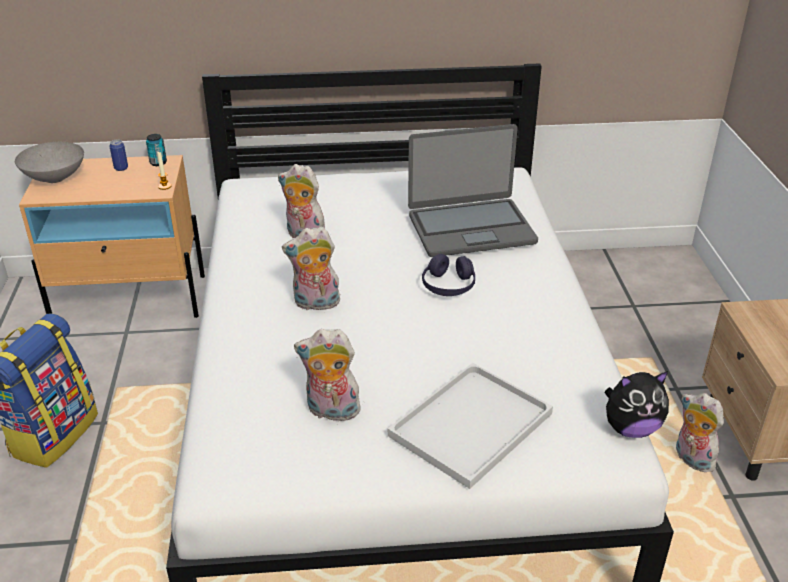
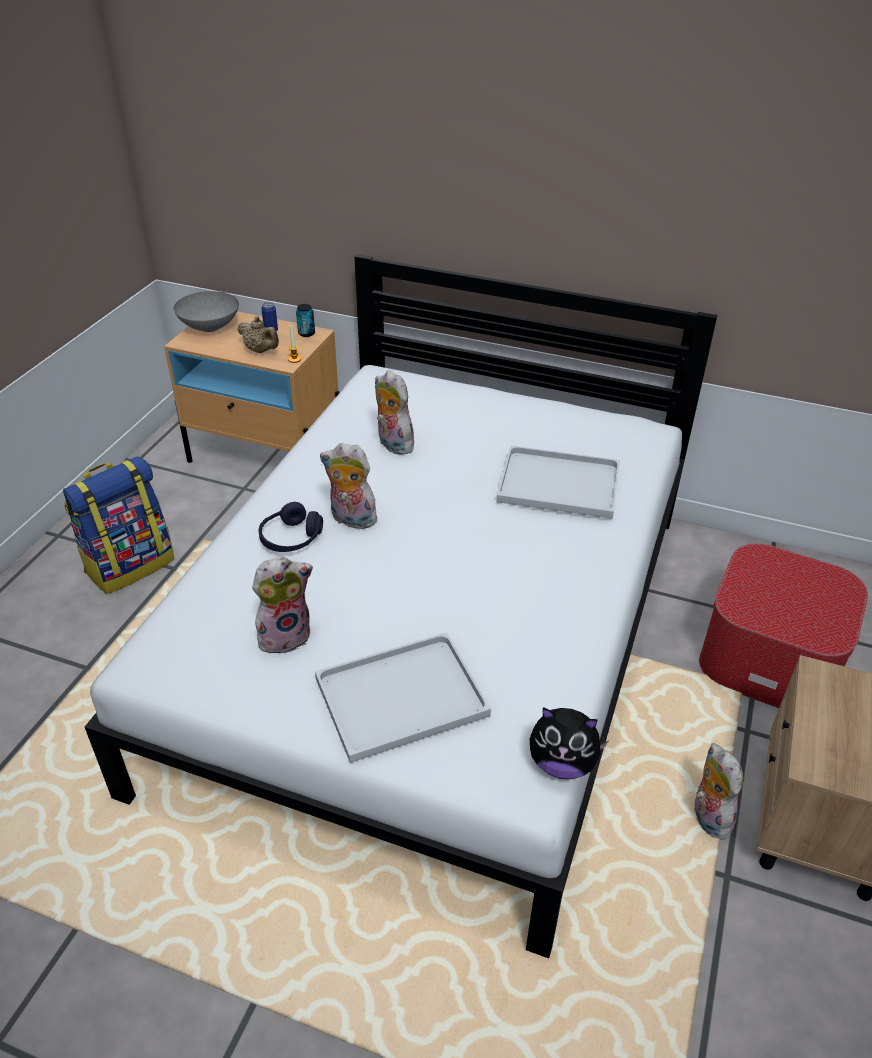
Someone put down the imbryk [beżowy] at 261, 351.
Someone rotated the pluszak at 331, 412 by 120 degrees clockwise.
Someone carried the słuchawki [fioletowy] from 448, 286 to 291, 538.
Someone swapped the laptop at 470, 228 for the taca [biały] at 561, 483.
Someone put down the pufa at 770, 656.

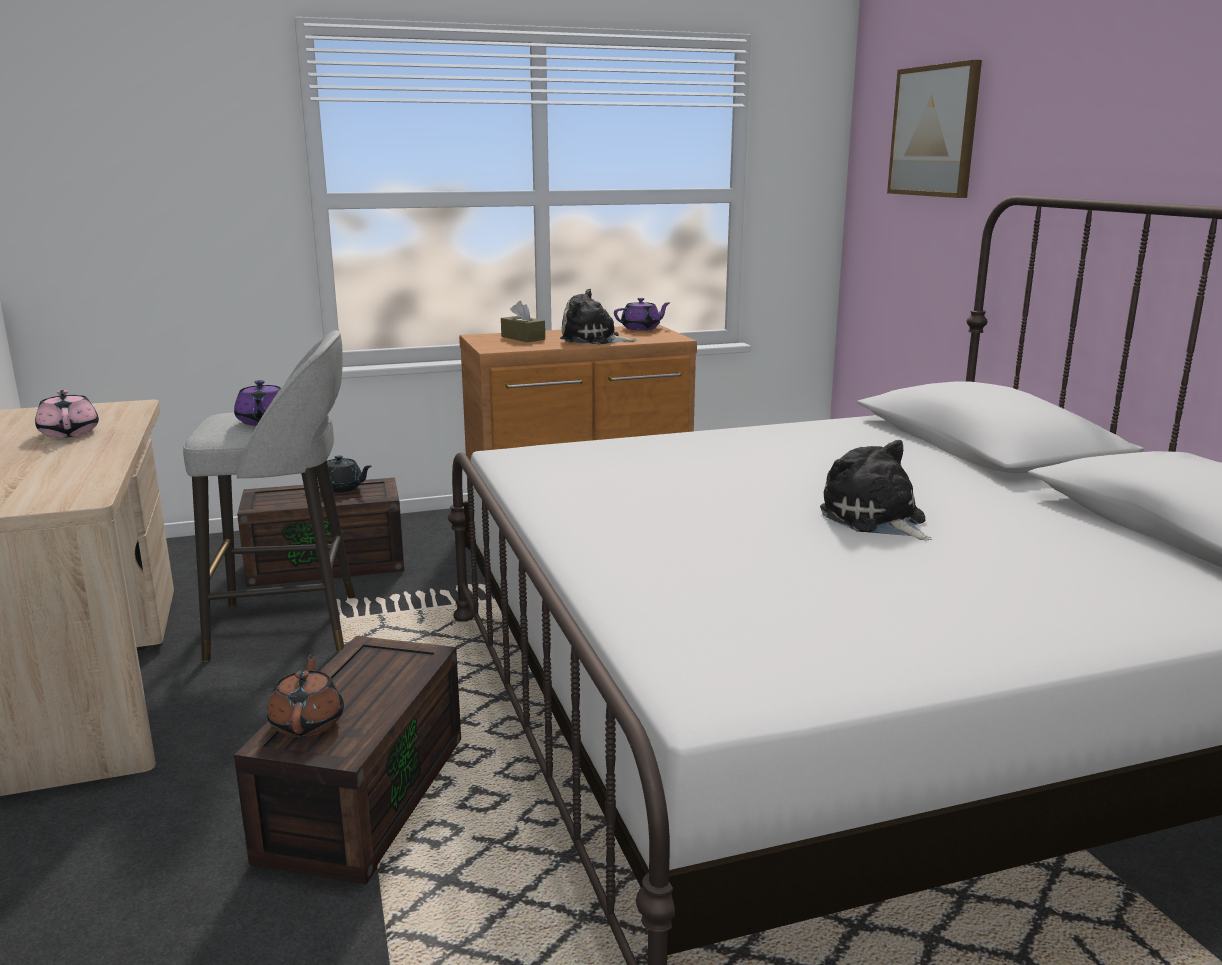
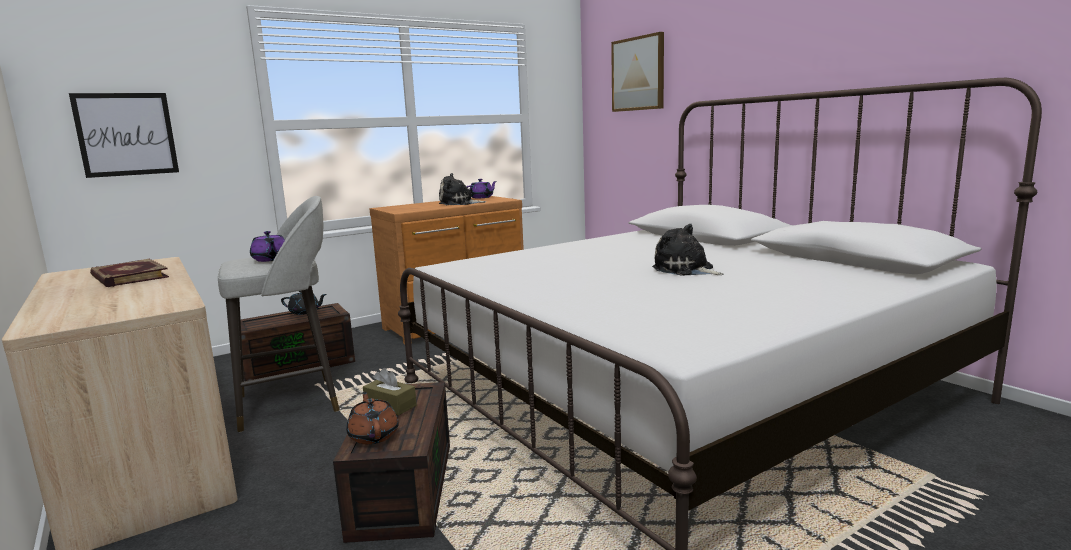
Someone put up the obraz at 126, 134.
Someone swapped the imbryk [różowy] at 69, 432 for the książka at 128, 277.
Someone carried the pudełko chusteczek [brązowy] from 523, 338 to 390, 405.

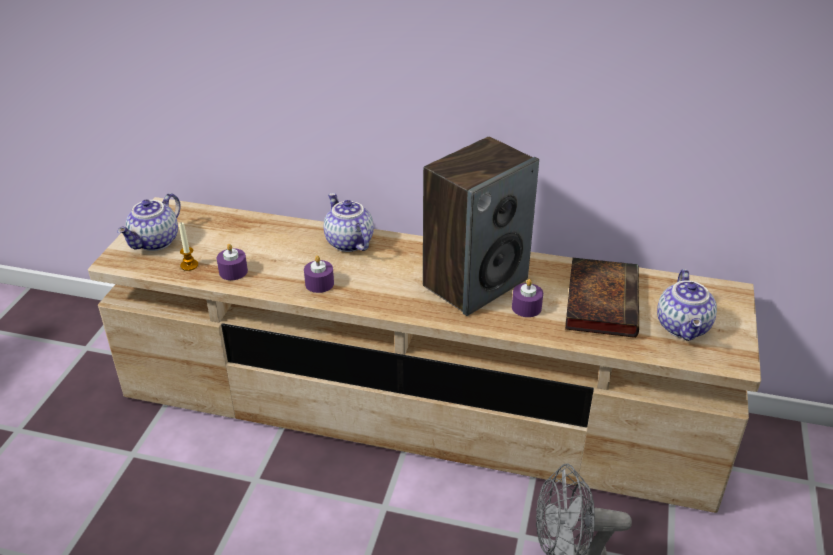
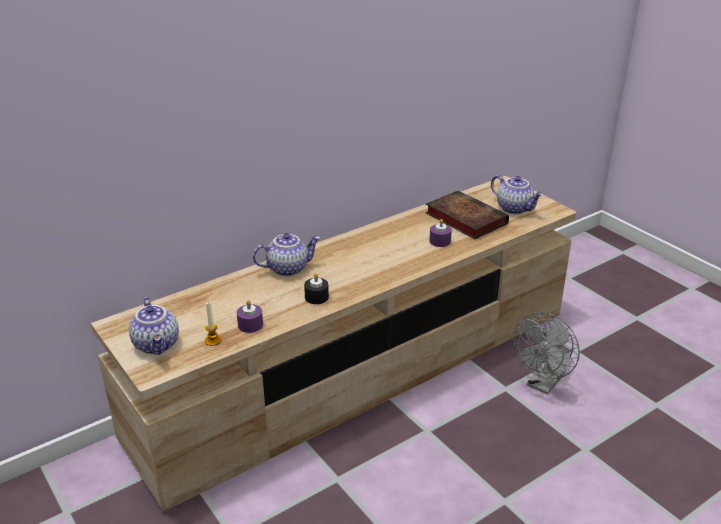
Someone rotated the imbryk at 348, 242 by 150 degrees clockwise.
Someone repainted the świeca [fioletowy] at 319, 283, which became the świeca [czarny] at 316, 297.
Someone took away the głośnik at 475, 282.

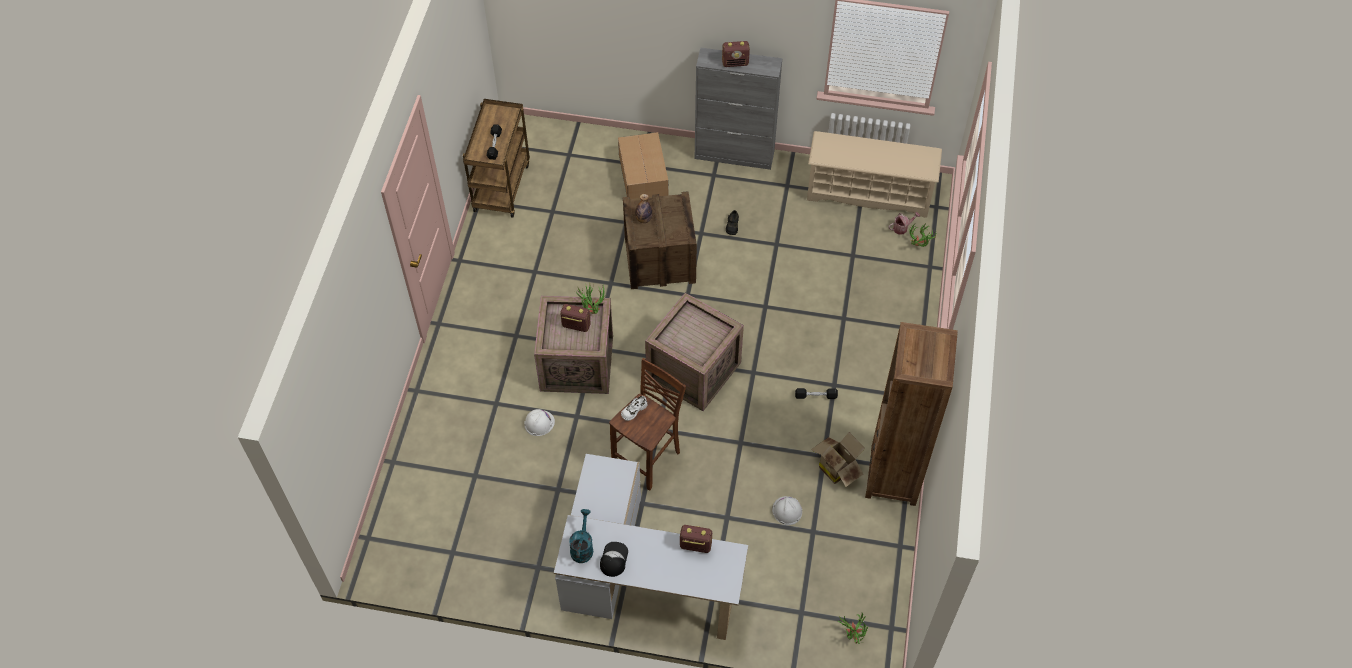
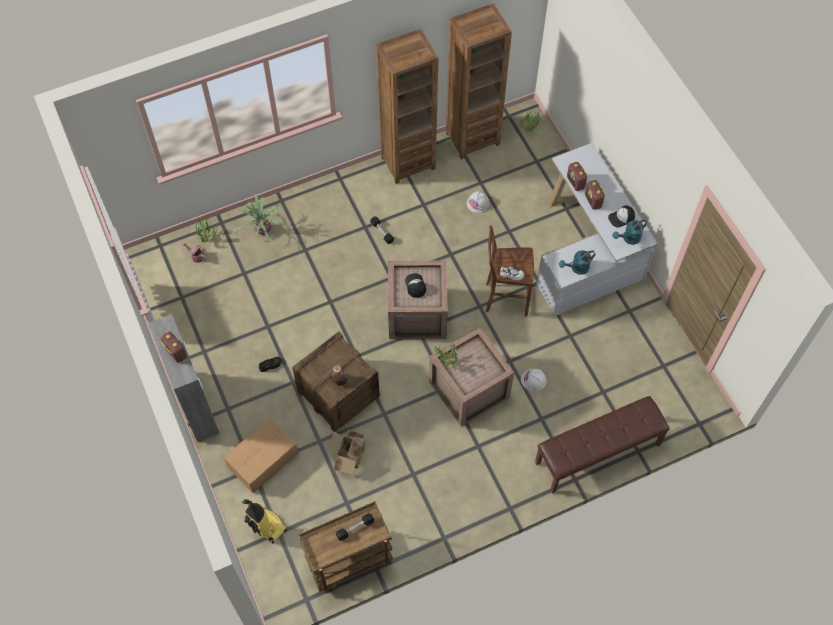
Someone put down the roślina doniczkowa at 262, 230.
Someone put down the odkurzacz at 266, 526.
Someone carried the karton from 837, 467 to 348, 457.
Someone put down the czapka z daszkiem at 415, 285.
Someone put down the regał [brązowy] at 472, 138.
Someone put down the ławka [brązowy] at 598, 454.
Someone put down the konewka [turkusowy] at 577, 268.
Someone carried the radio from 576, 325 to 593, 201.
Someone took away the regał na buty [beżowy] at 869, 193.

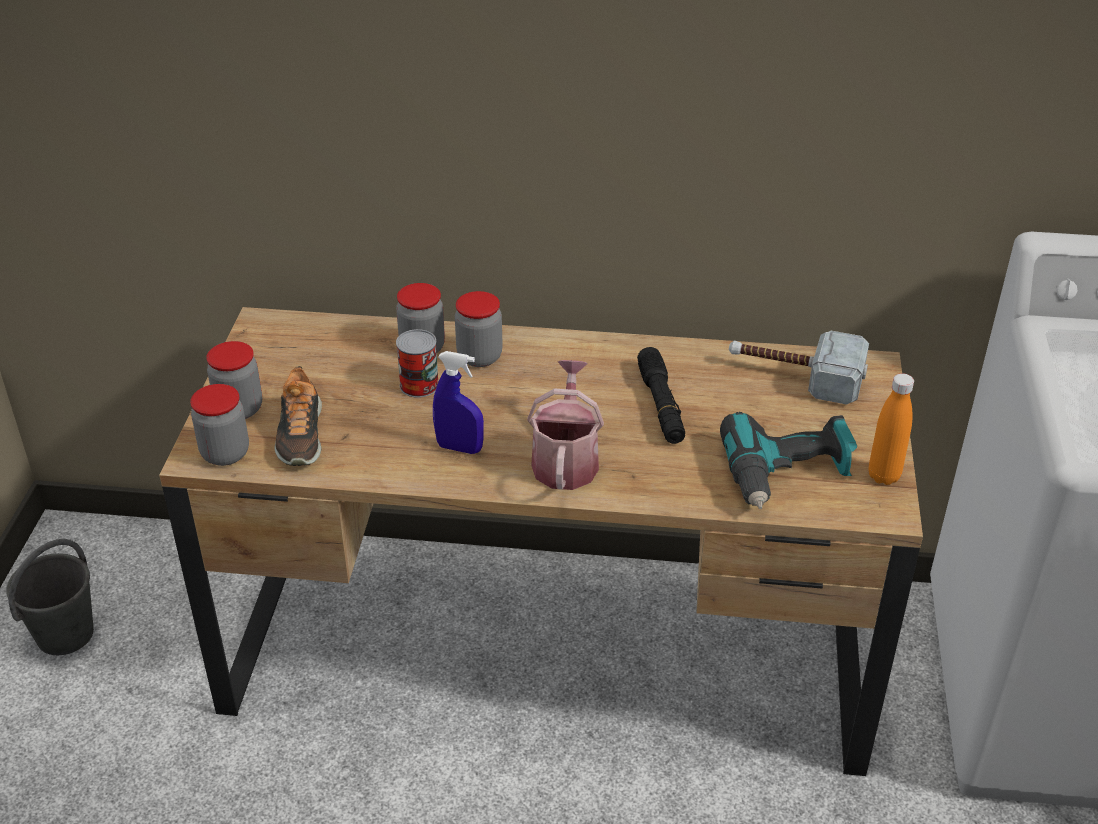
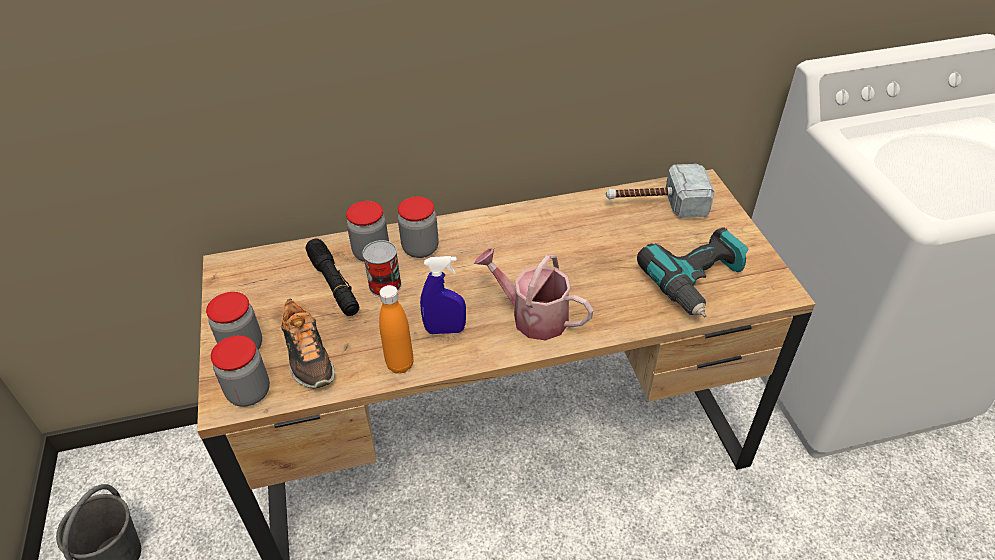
Someone carried the latarka [czarny] from 661, 405 to 334, 284.
Someone carried the butelka [pomarańczowy] from 883, 476 to 400, 364.
Someone rotated the konewka at 565, 459 by 45 degrees counterclockwise.

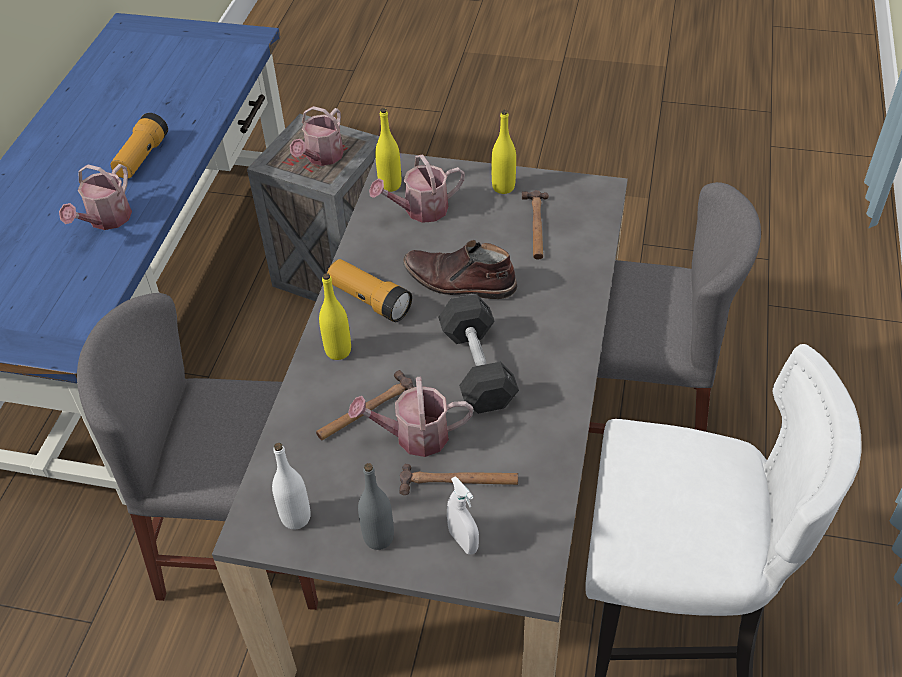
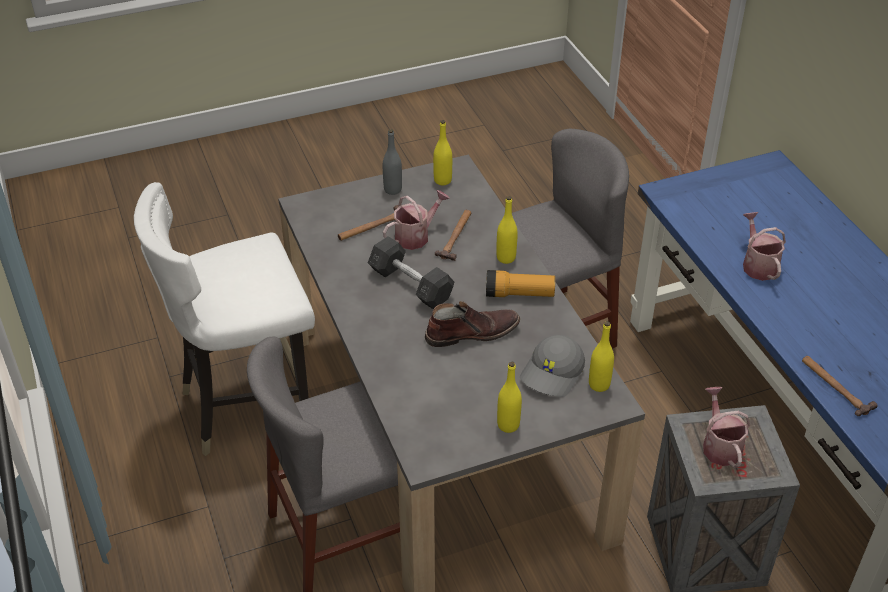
Someone repainted the butelka [biały] at 296, 517, which became the butelka [żółty] at 442, 180.
Someone swapped the konewka at 420, 210 for the czapka z daszkiem [szary] at 553, 373.
Someone carried the młotek from 535, 226 to 835, 386.
Someone took away the latarka at 142, 158.
Someone took away the spryskiwacz [biały] at 463, 541.

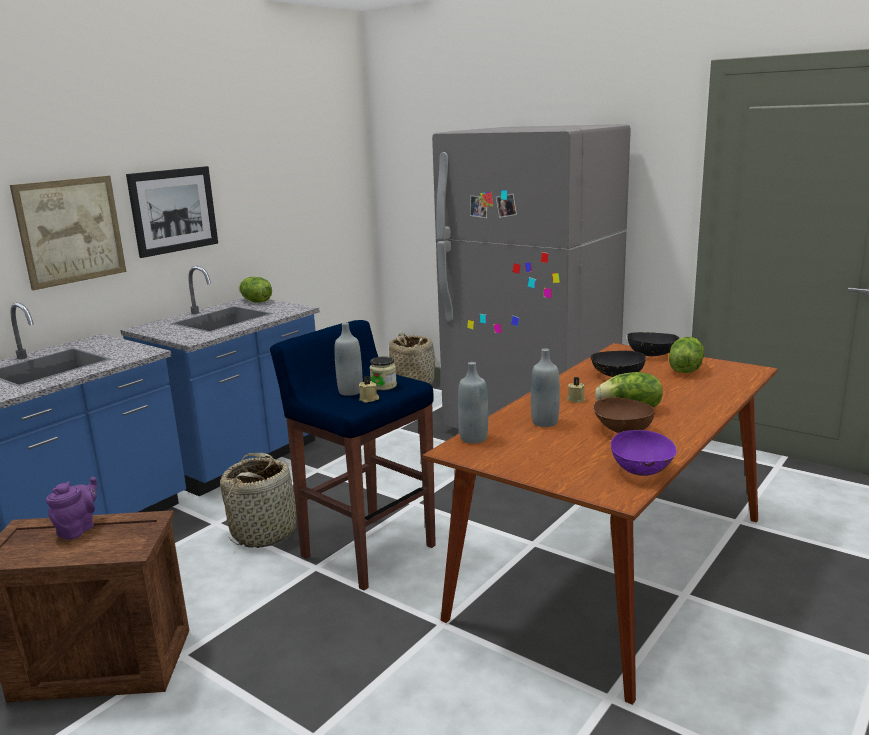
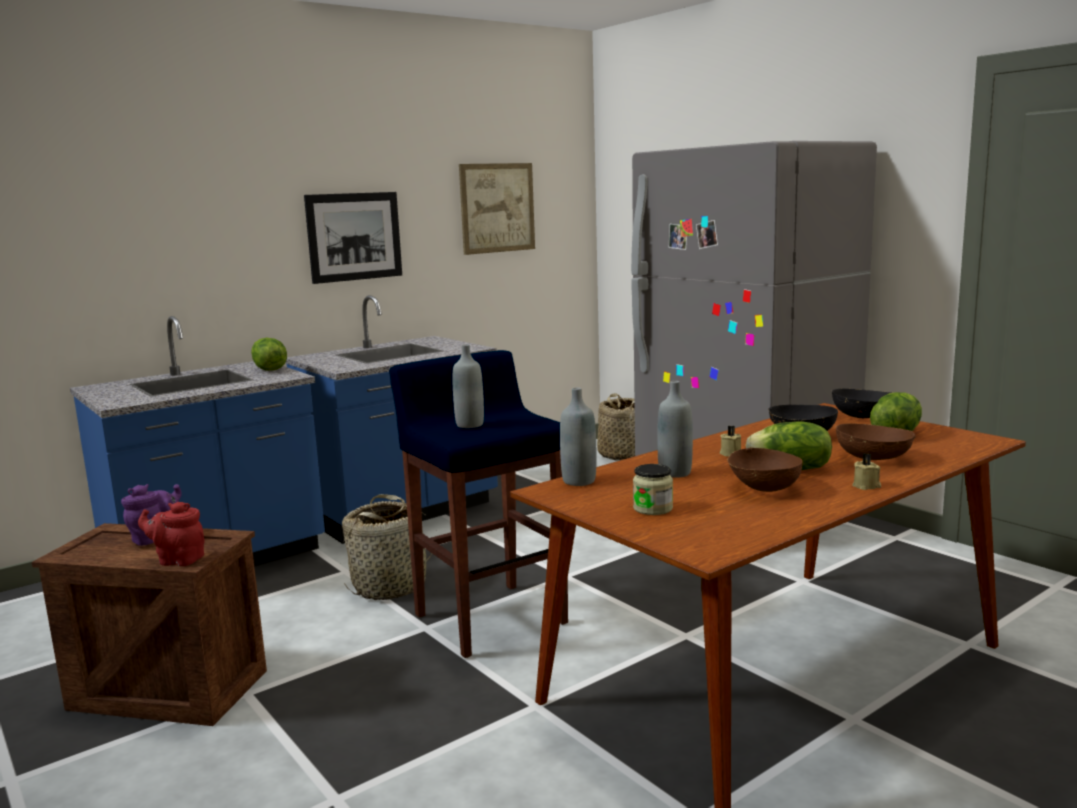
Someone put down the imbryk [czerwony] at 178, 560.
Someone carried the sałata from 255, 301 to 269, 369.
Someone carried the obraz from 71, 231 to 497, 208.
Someone carried the słoik from 383, 386 to 653, 508.
Someone put down the miska [brązowy] at 873, 458.
Someone carried the świeca [beżowy] from 369, 399 to 867, 486.
Someone took away the miska [fioletowy] at 642, 470.

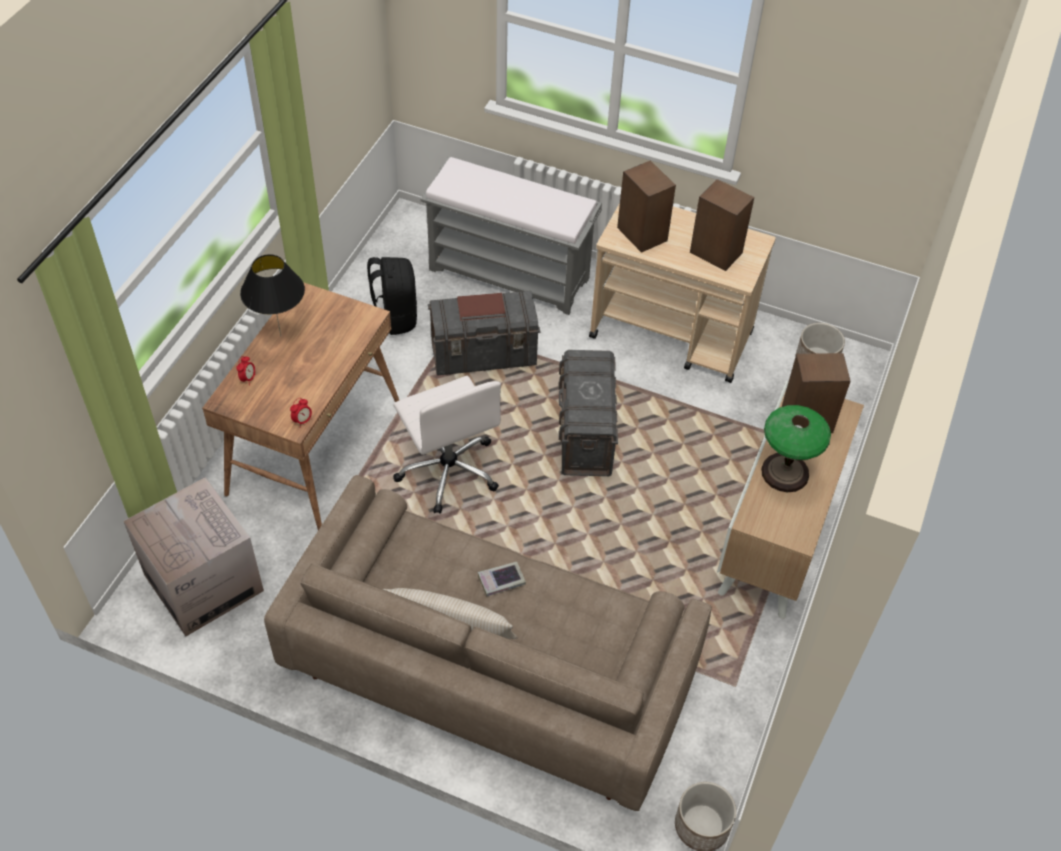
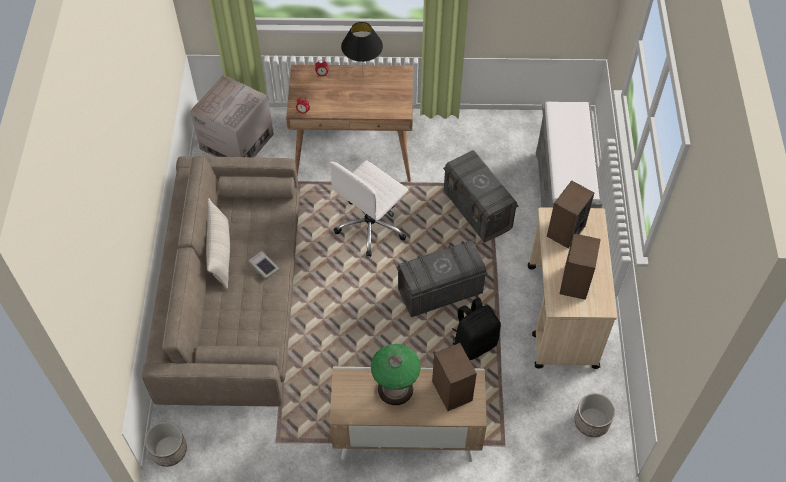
Someone carried the plecak [czarny] from 394, 317 to 474, 343.
Someone took away the książka [brązowy] at 482, 309.

